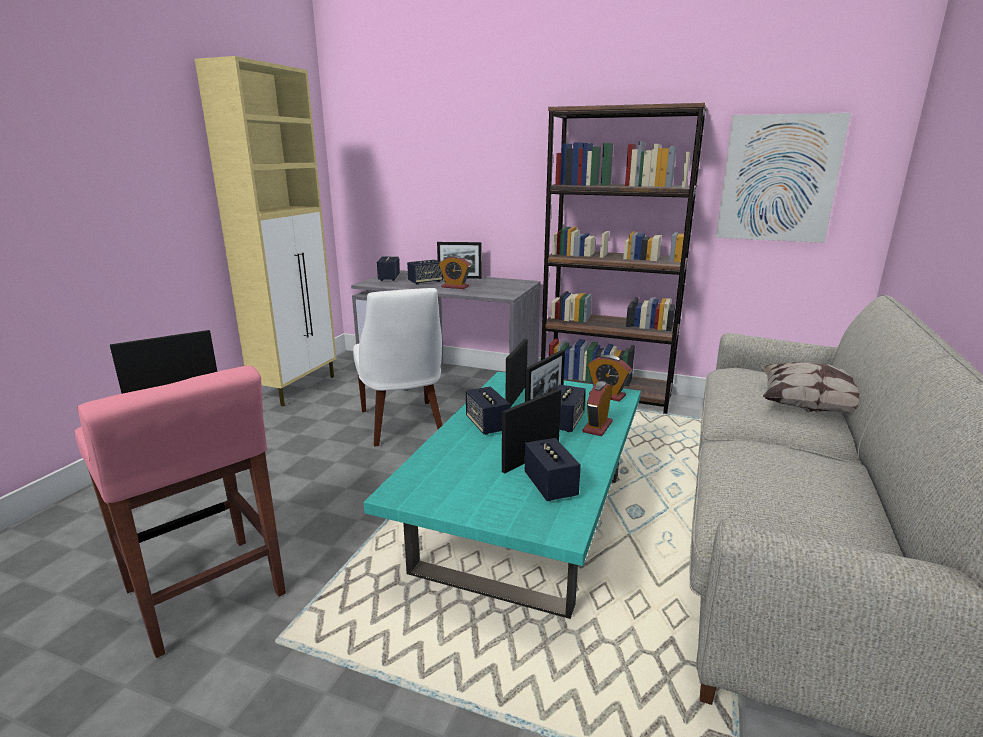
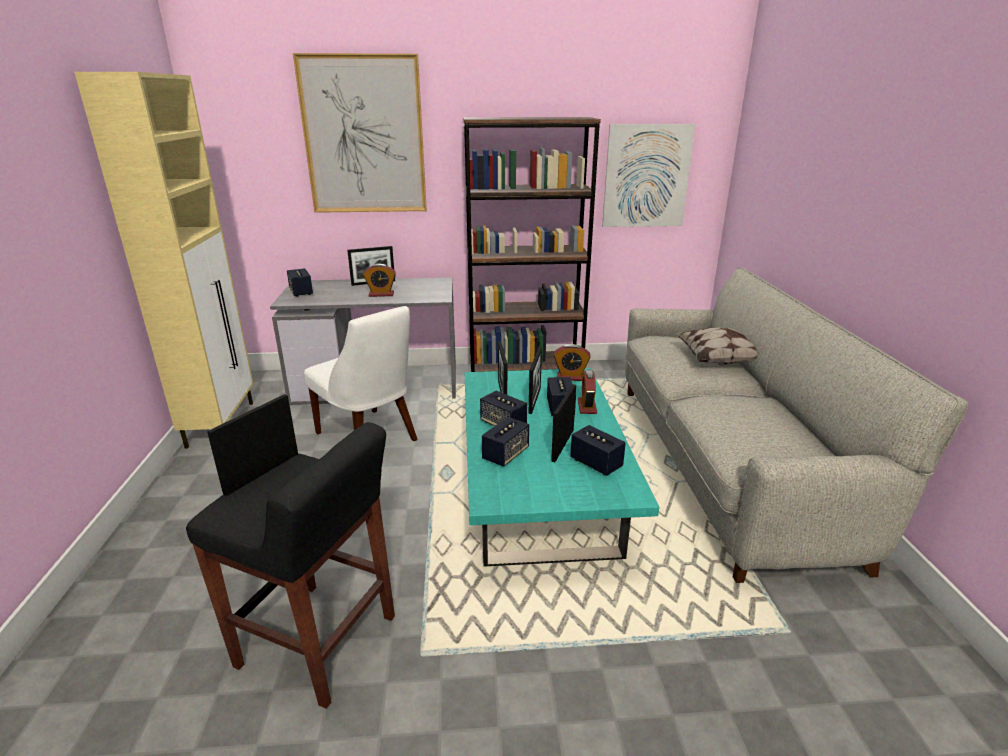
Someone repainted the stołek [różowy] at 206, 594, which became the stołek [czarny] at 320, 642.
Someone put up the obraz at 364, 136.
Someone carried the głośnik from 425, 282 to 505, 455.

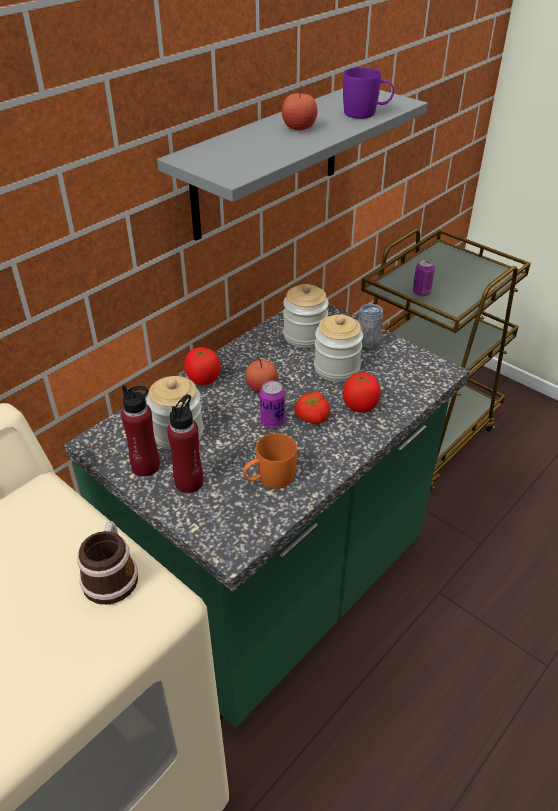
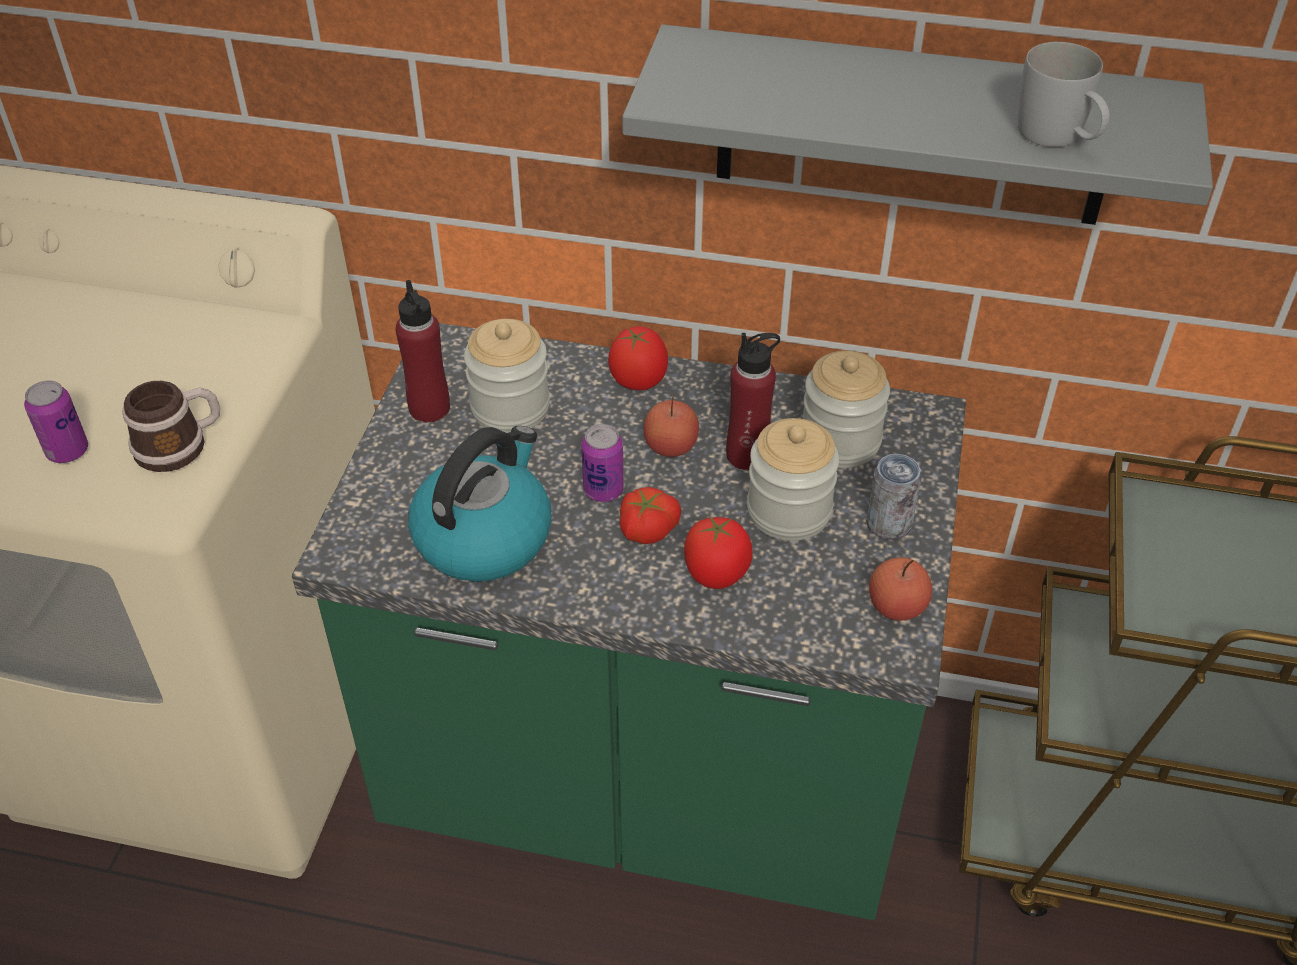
Someone carried the puszka from 421, 293 to 67, 451.
Someone swapped the kubek [pomarańczowy] at 269, 479 for the czajnik at 484, 536.
Someone carried the butelka [czerwony] from 189, 482 to 747, 455.
Someone carried the jabłko from 299, 128 to 896, 606.
Someone repainted the kubek [fioletowy] at 366, 113, which became the kubek [biały] at 1058, 138.

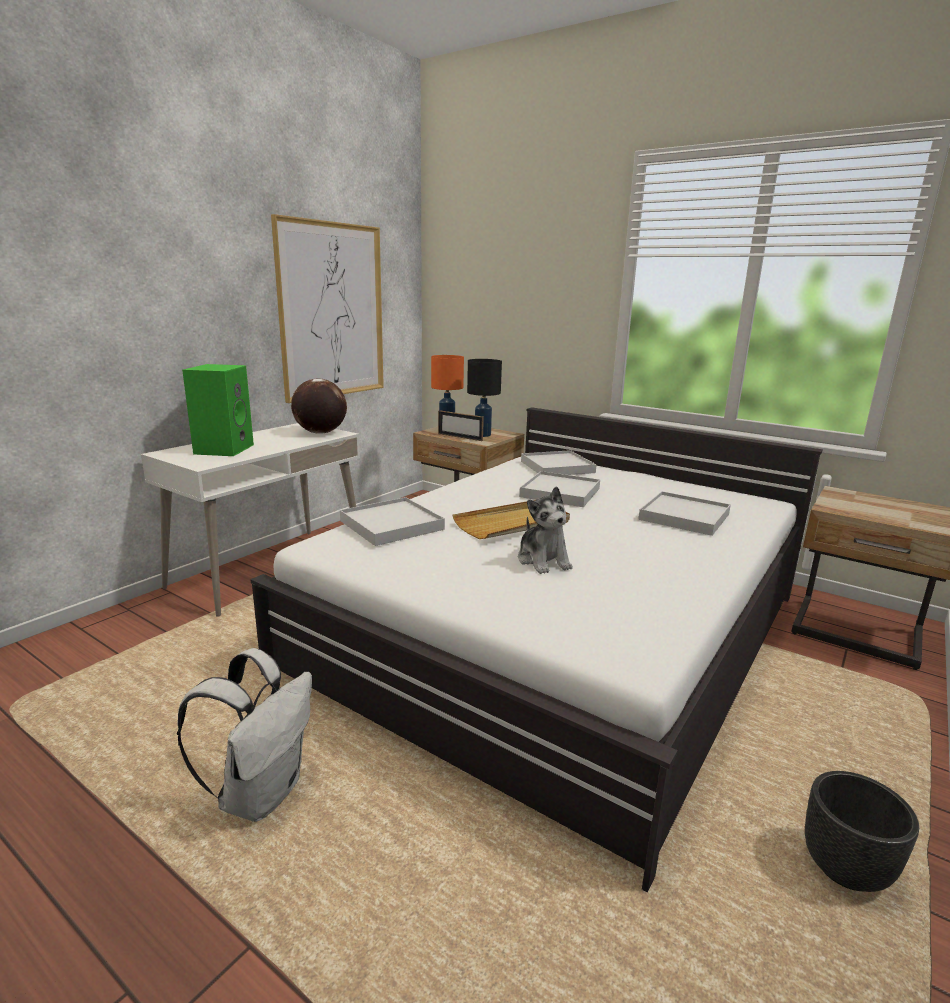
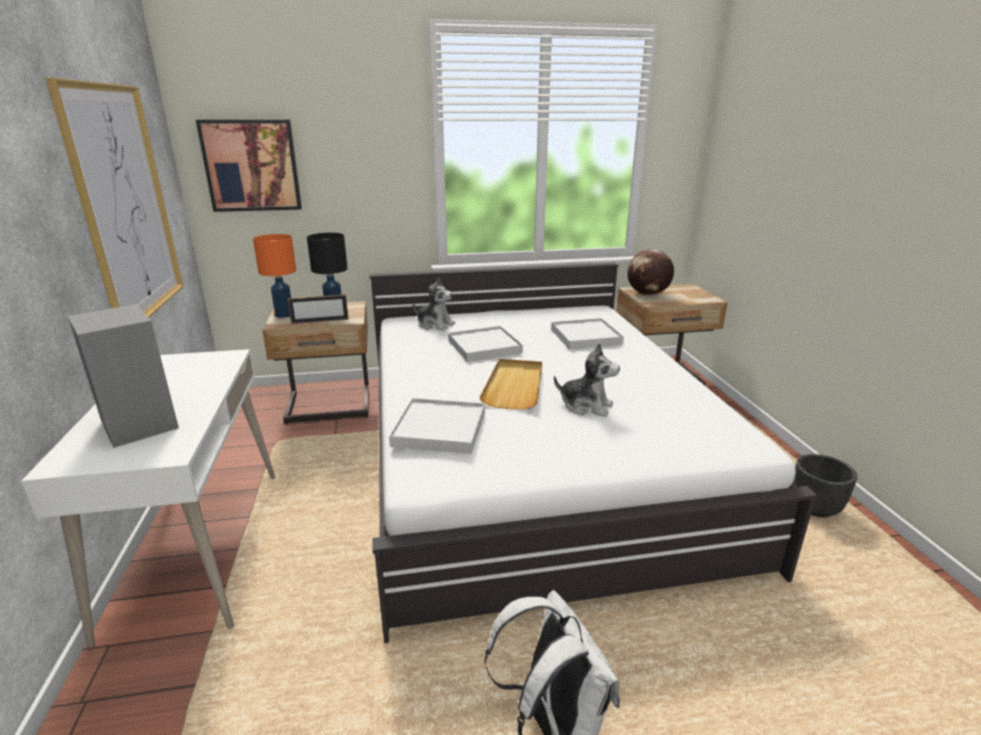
Someone repainted the głośnik [zielony] at 223, 449, which became the głośnik [szary] at 137, 425.
Someone put up the obraz at 251, 166.
Someone swapped the taca [biały] at 557, 467 for the pluszak at 435, 324.
Someone carried the globus from 320, 433 to 647, 294.

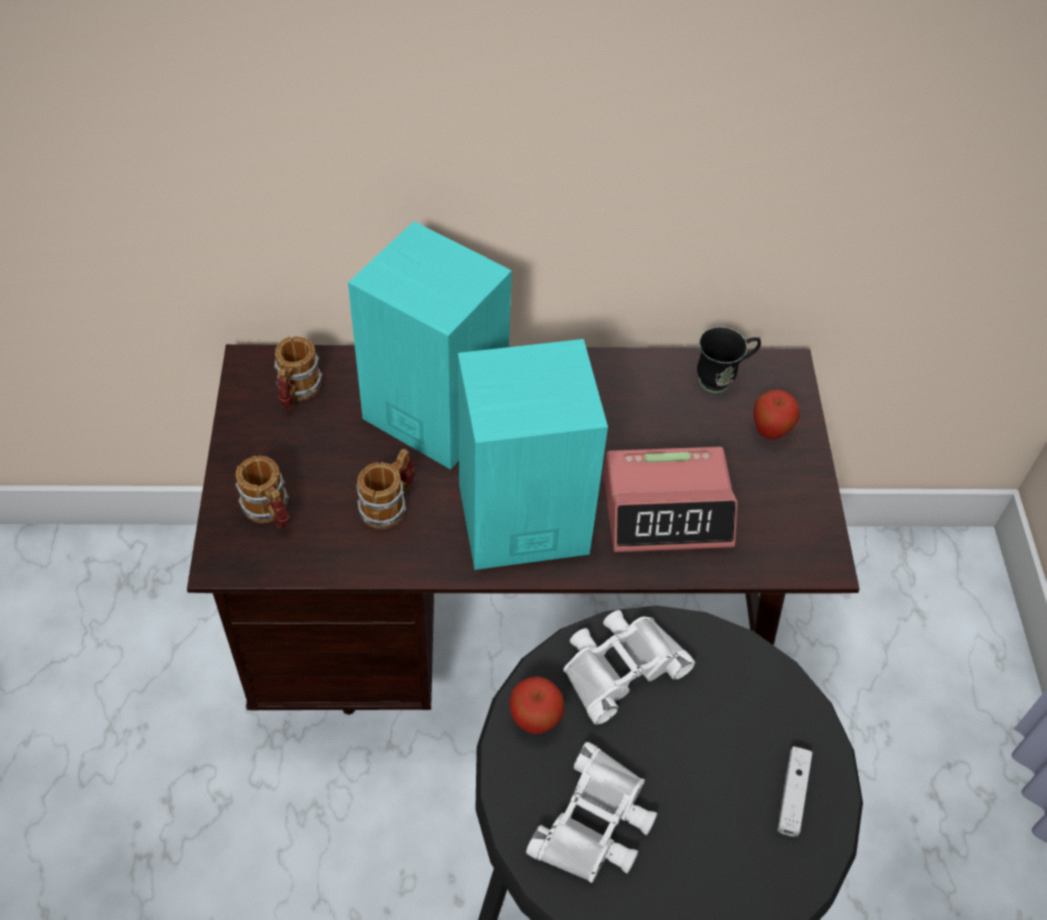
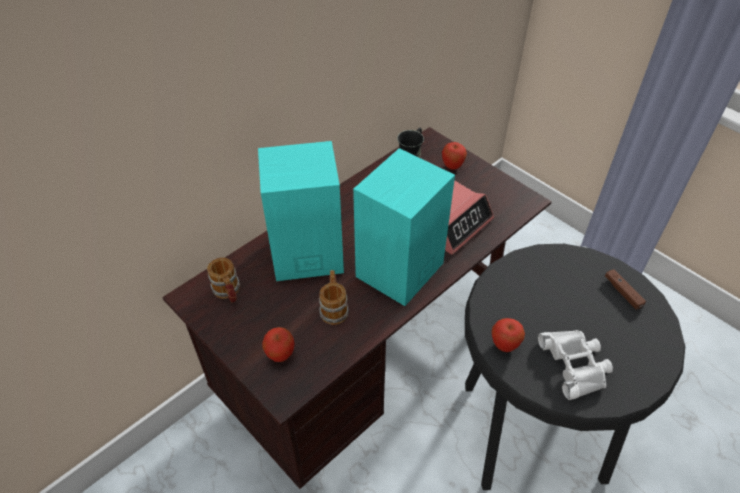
Someone swapped the kubek at 270, 512 for the jabłko at 280, 355.
Someone repainted the pad do gier [biały] at 792, 795, which became the pad do gier [brązowy] at 622, 292.
Someone took away the lornetka [biały] at 620, 666.

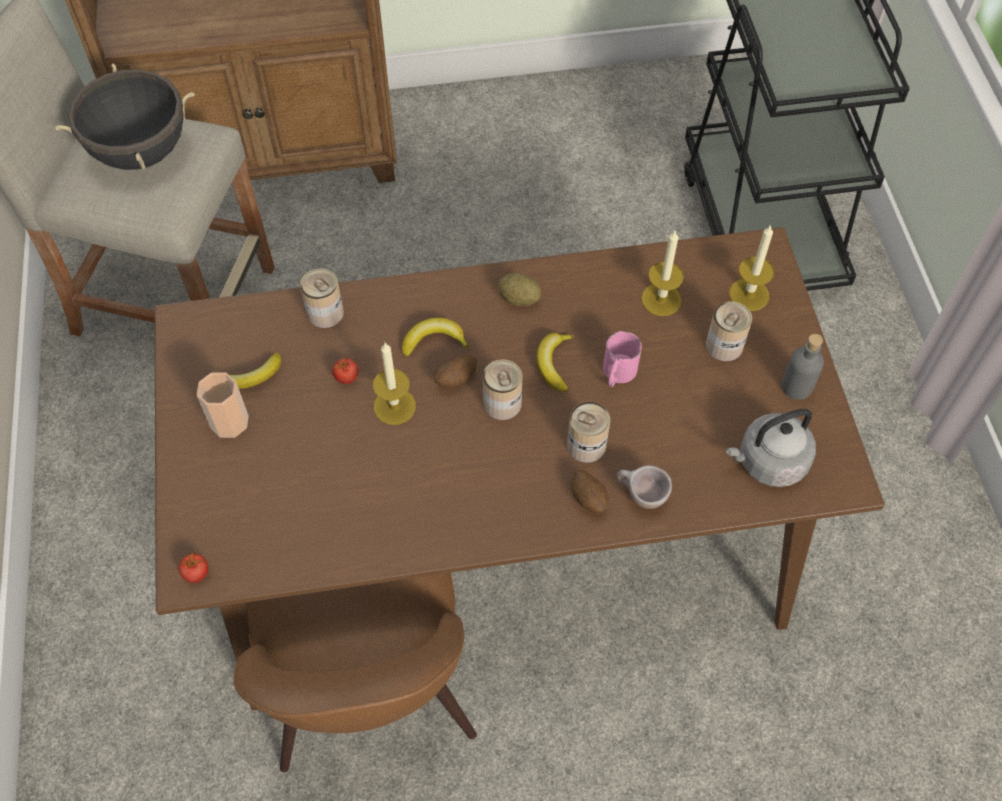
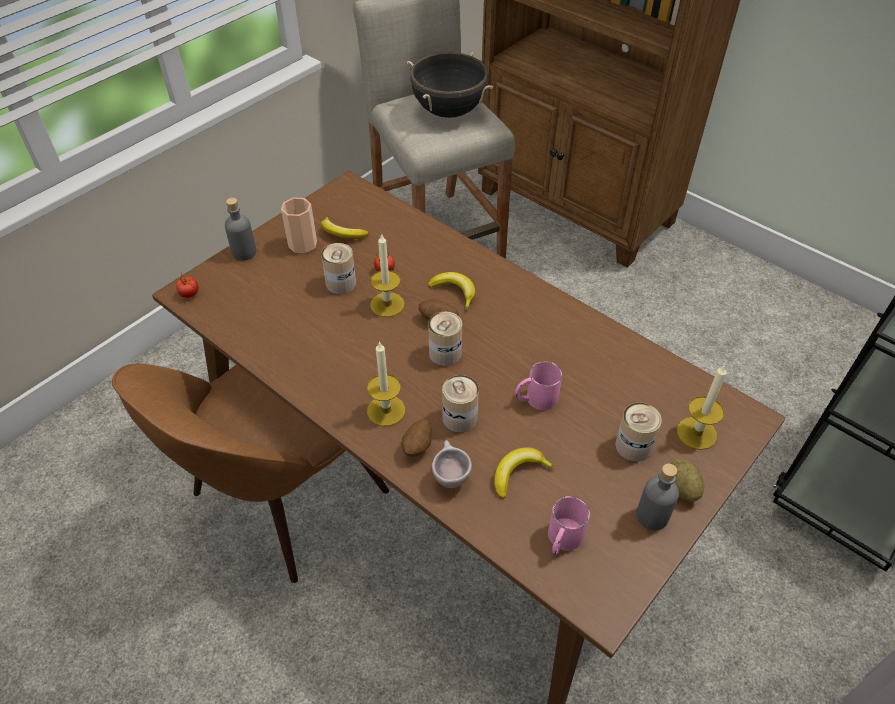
Someone put down the butelka [szary] at 244, 252.
Someone carried the puszka from 325, 313 to 341, 283.
Someone carried the świeca from 661, 299 to 386, 410.
Someone carried the banan from 554, 363 to 518, 473.
Someone swapped the czajnik [szary] at 768, 462 for the kubek [różowy] at 562, 540.
Someone carried the ziemniak from 519, 299 to 681, 488.

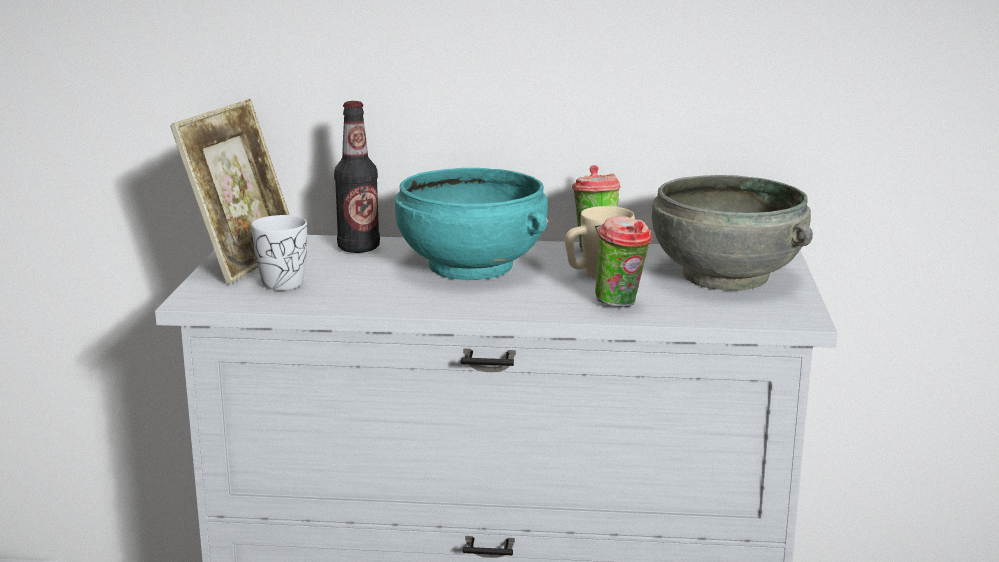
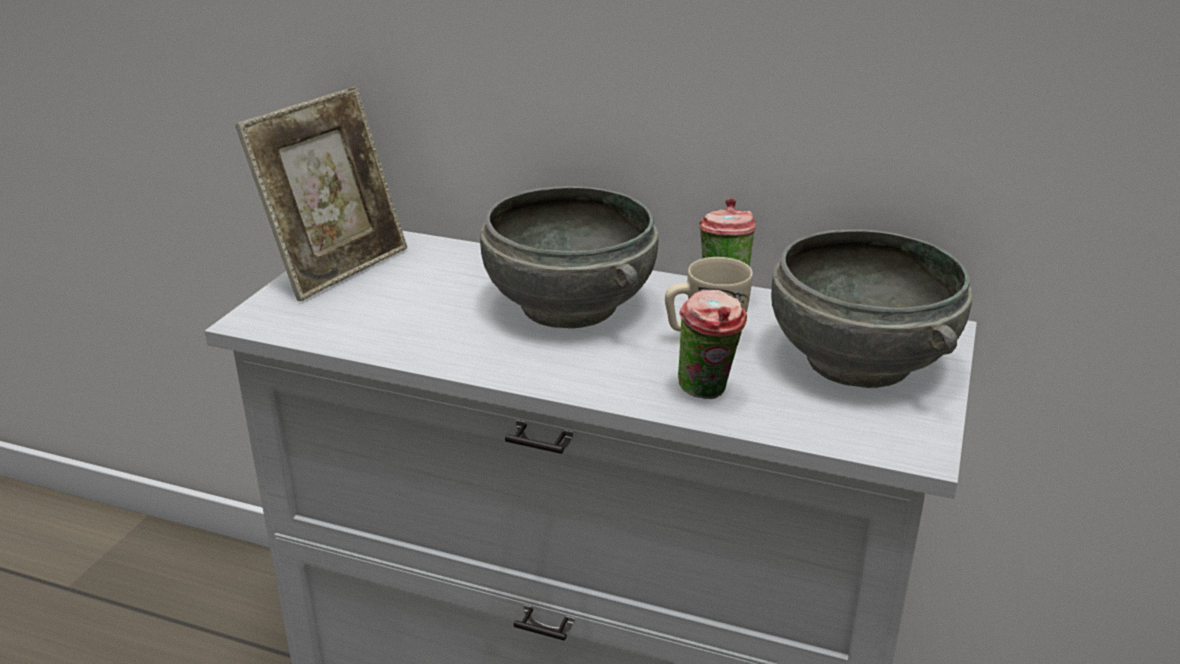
Someone repainted the miska [turkusowy] at 469, 267, which became the miska [szary] at 567, 306.
Someone took away the kubek [biały] at 287, 281.
Someone took away the butelka at 358, 248.

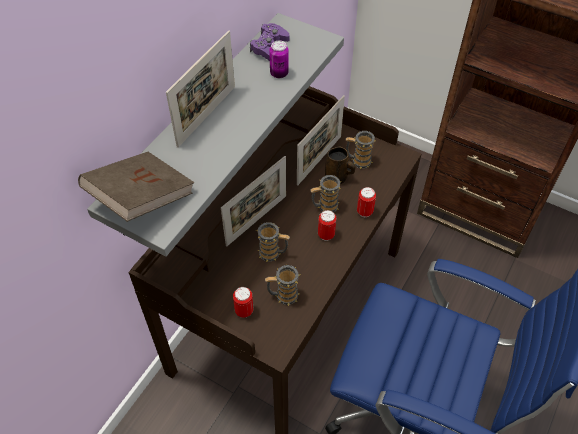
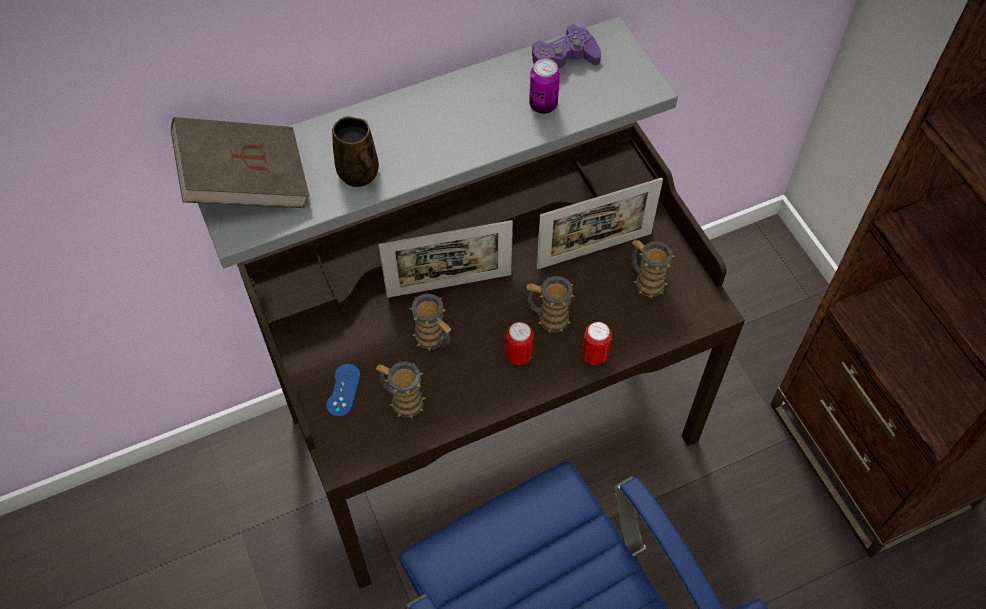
Someone swapped the puszka at 244, 311 for the pad do gier [niebieski] at 343, 390.
Someone carried the kubek [brązowy] from 337, 178 to 359, 175.
Someone took away the ramka na zdjęcie at 206, 116.

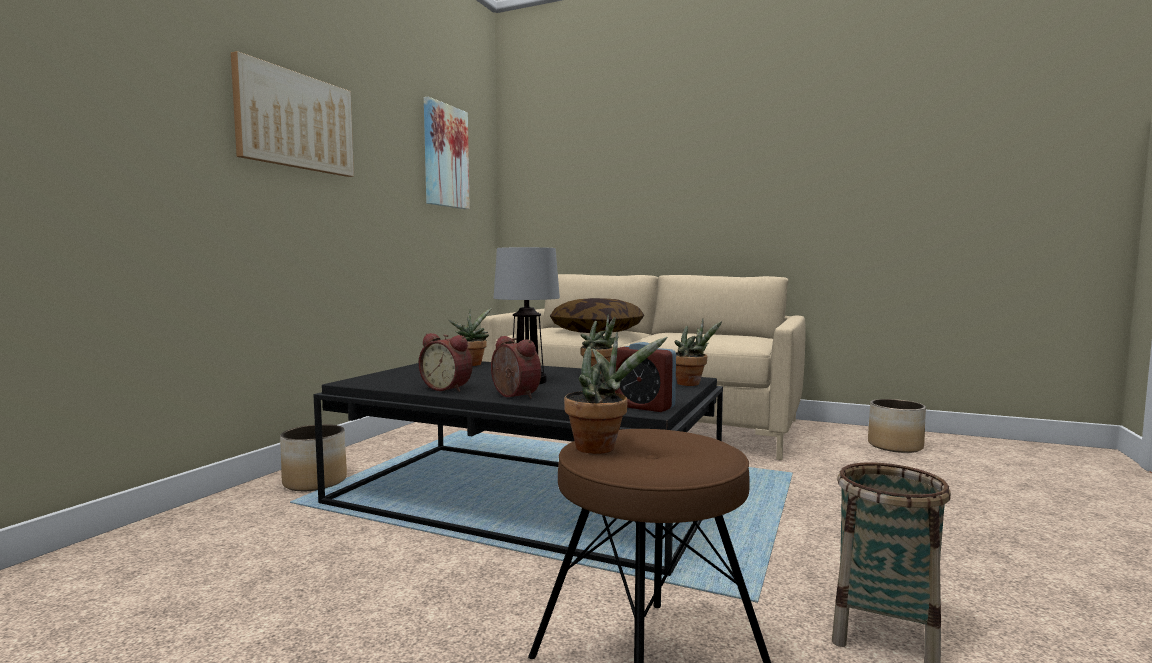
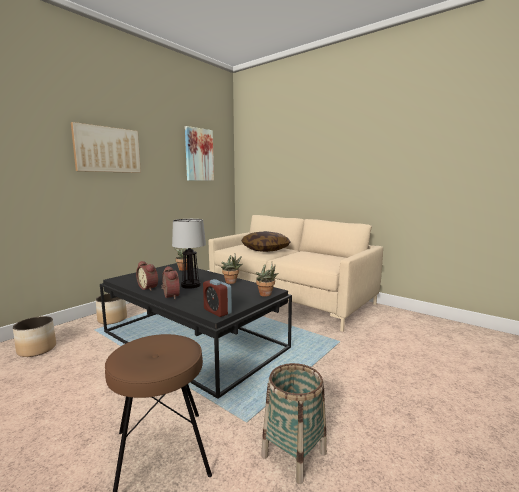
Someone carried the donica from 895, 446 to 37, 349.
Someone took away the roślina doniczkowa at 601, 448.

